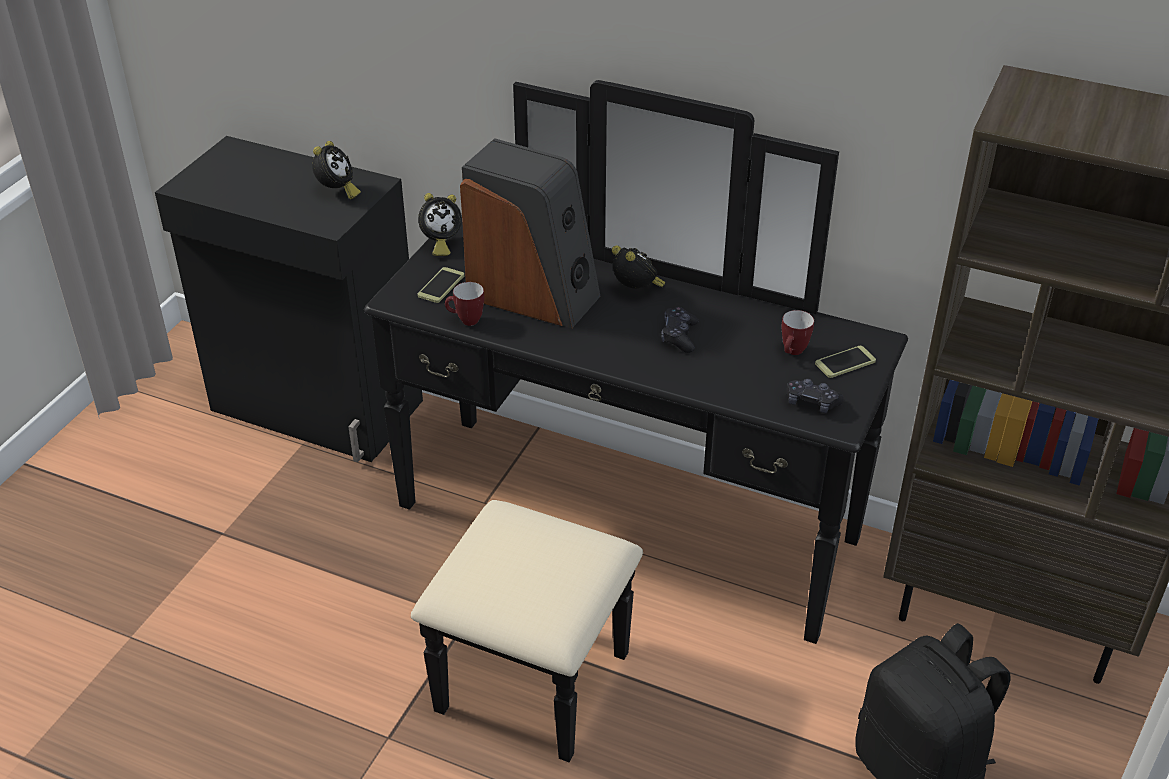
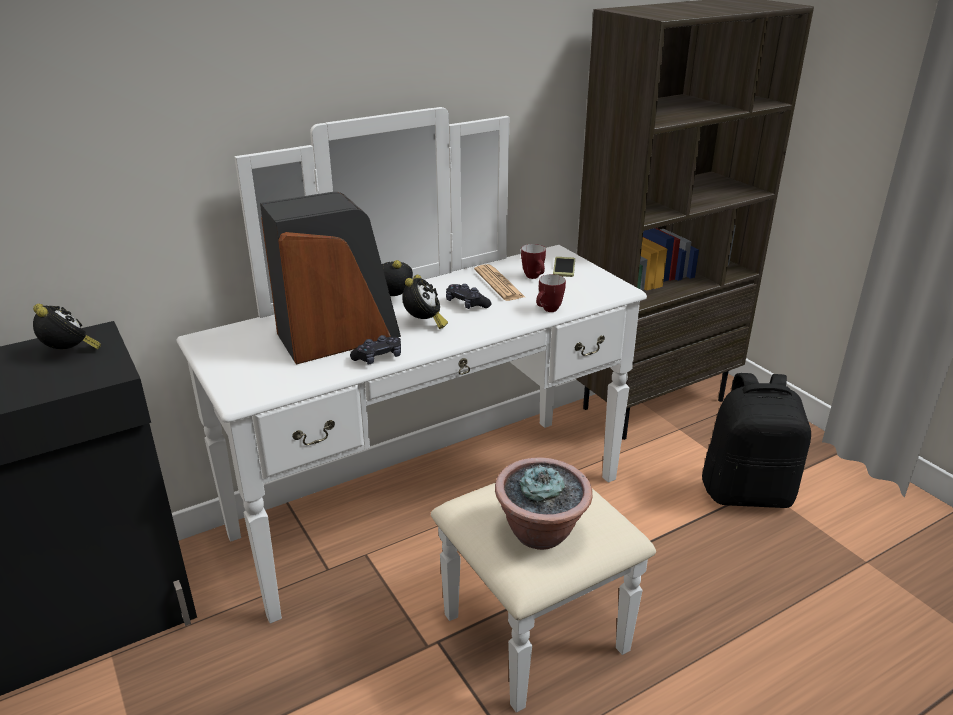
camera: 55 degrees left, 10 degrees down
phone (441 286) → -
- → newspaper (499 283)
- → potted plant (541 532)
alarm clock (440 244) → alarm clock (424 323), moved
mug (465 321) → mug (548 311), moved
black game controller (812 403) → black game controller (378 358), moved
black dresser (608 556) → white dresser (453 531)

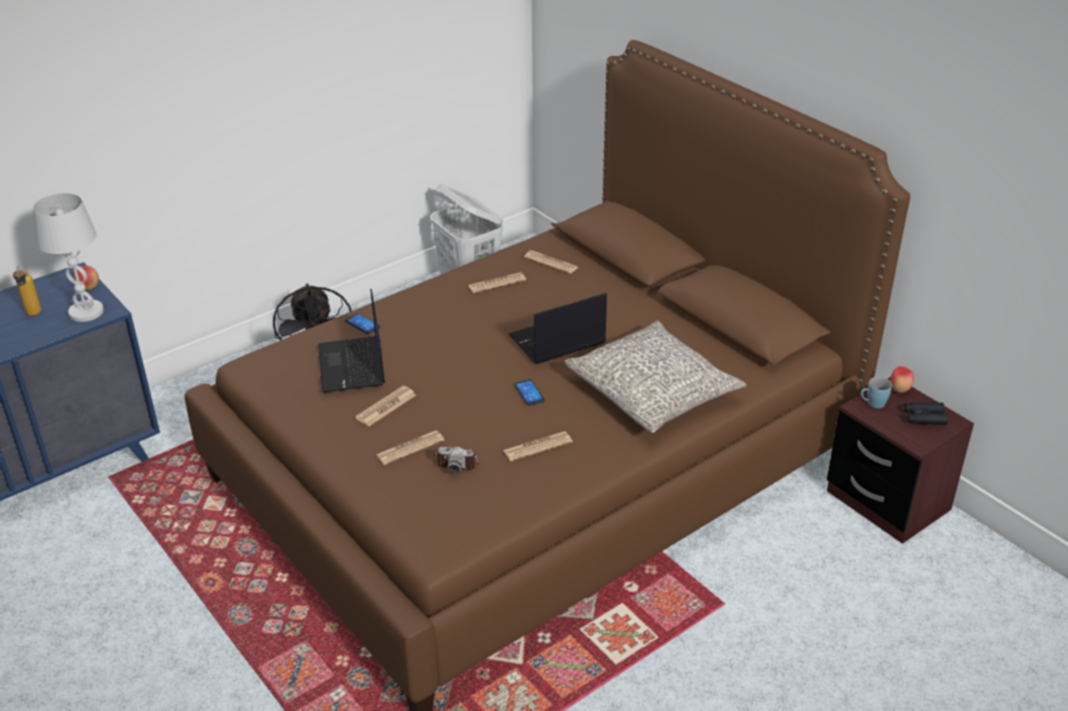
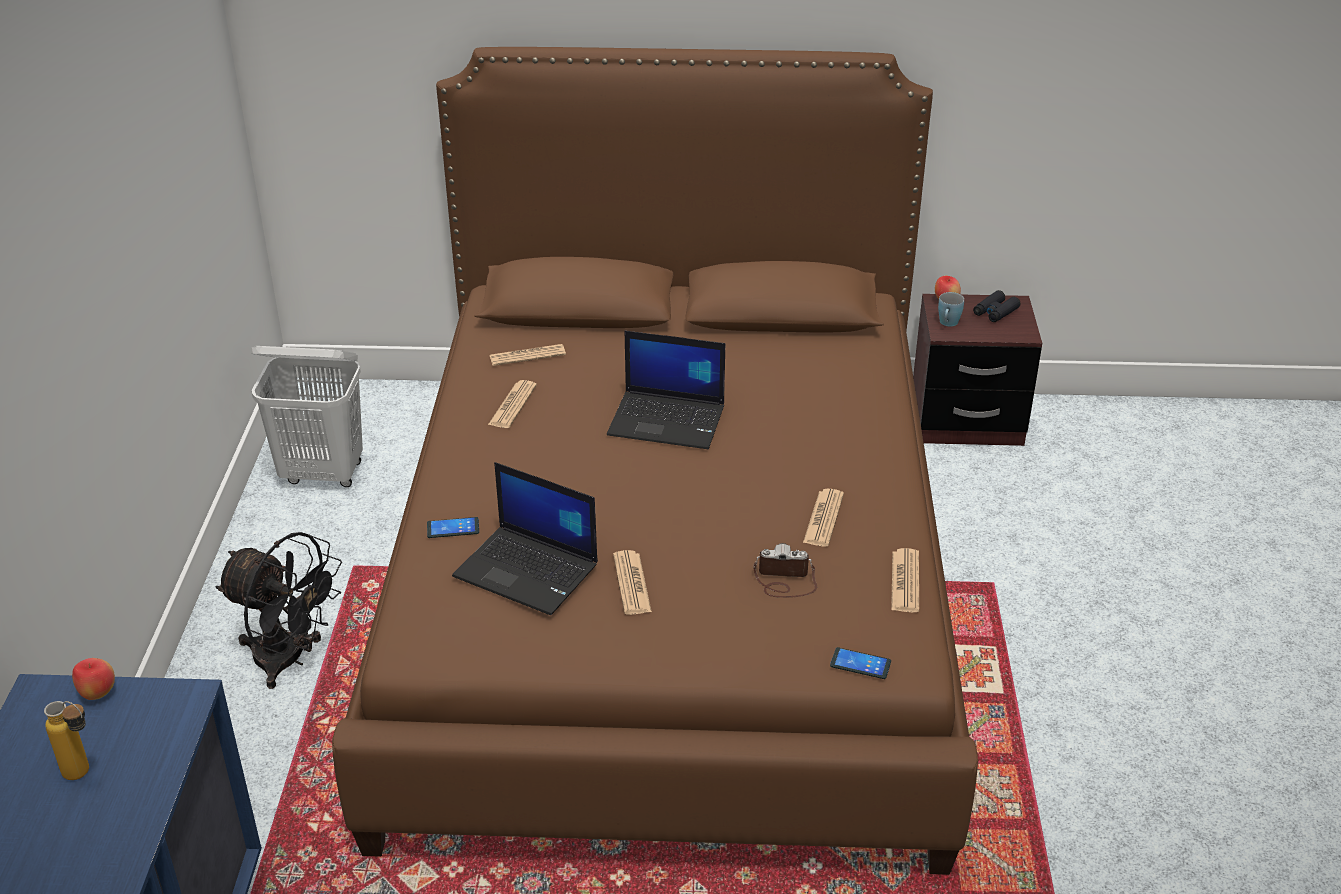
camera: 50 degrees left, 0 degrees up
white table lamp (86 312) → -
grey pillow (653 392) → -
newspaper (410 448) → newspaper (905 581), moved
phone (529 393) → phone (860 664), moved
photo camera (456 461) → photo camera (784 581), 135 degrees counterclockwise
laptop (556 340) → laptop (668 420), 90 degrees counterclockwise

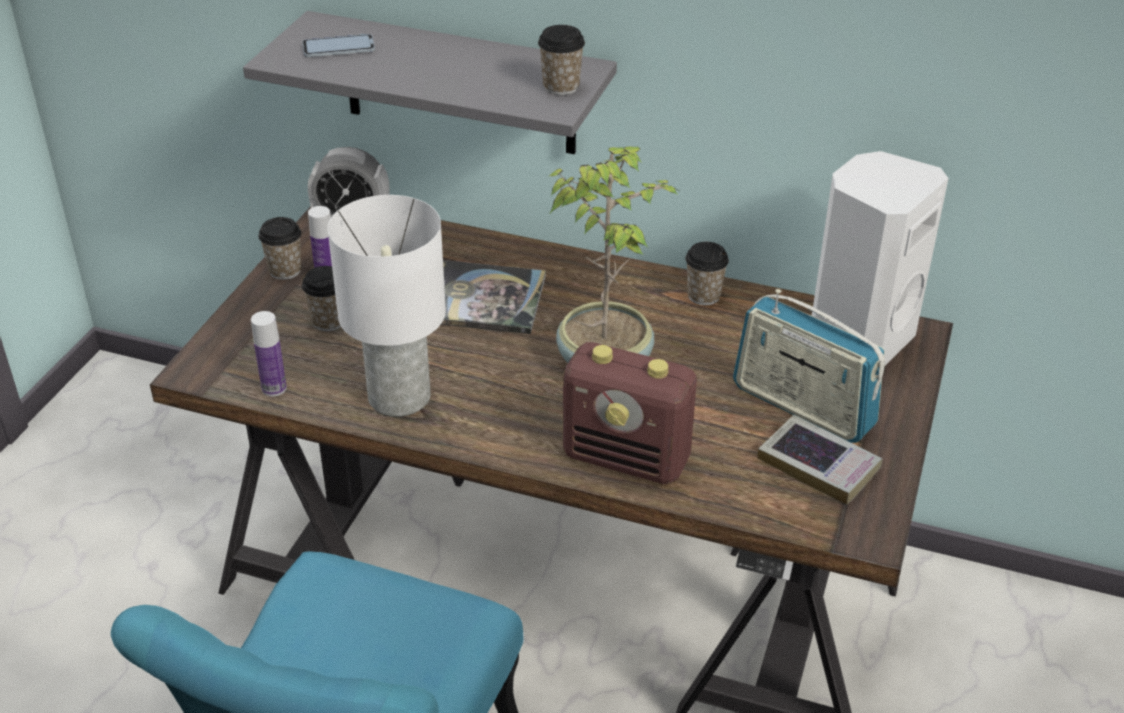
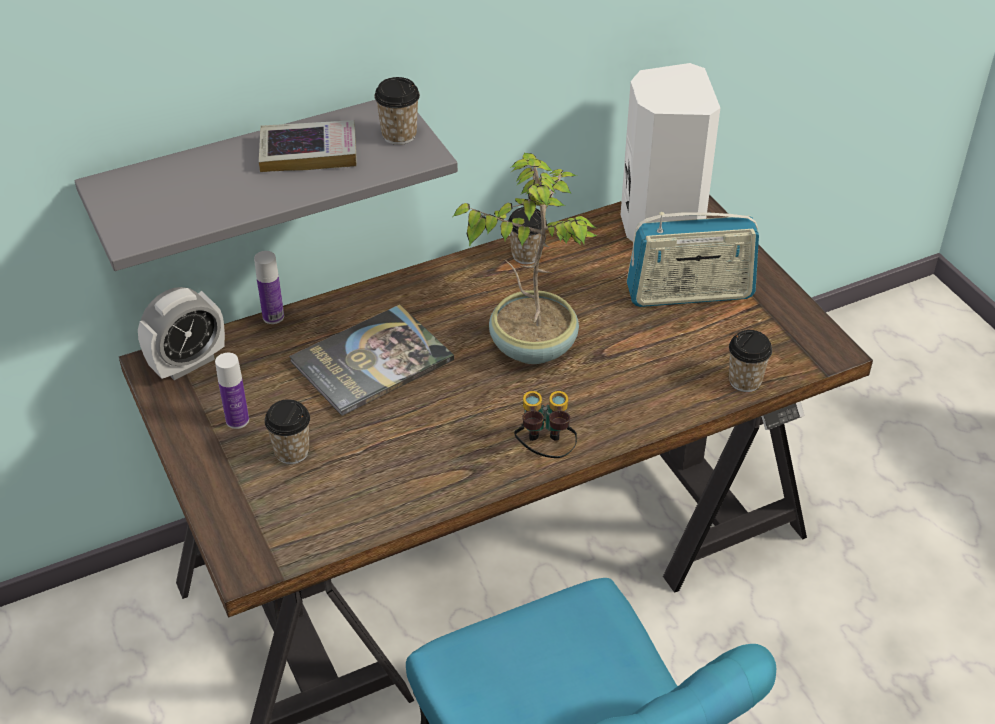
camera: 45 degrees left, 5 degrees up
phone (338 48) → -
white table lamp (397 397) → -
radio (627 459) → -
- → binoculars (544 451)
bottle (274 388) → bottle (273 317), moved
cup (285 270) → cup (745 381), moved
book (818 465) → book (309 152), moved

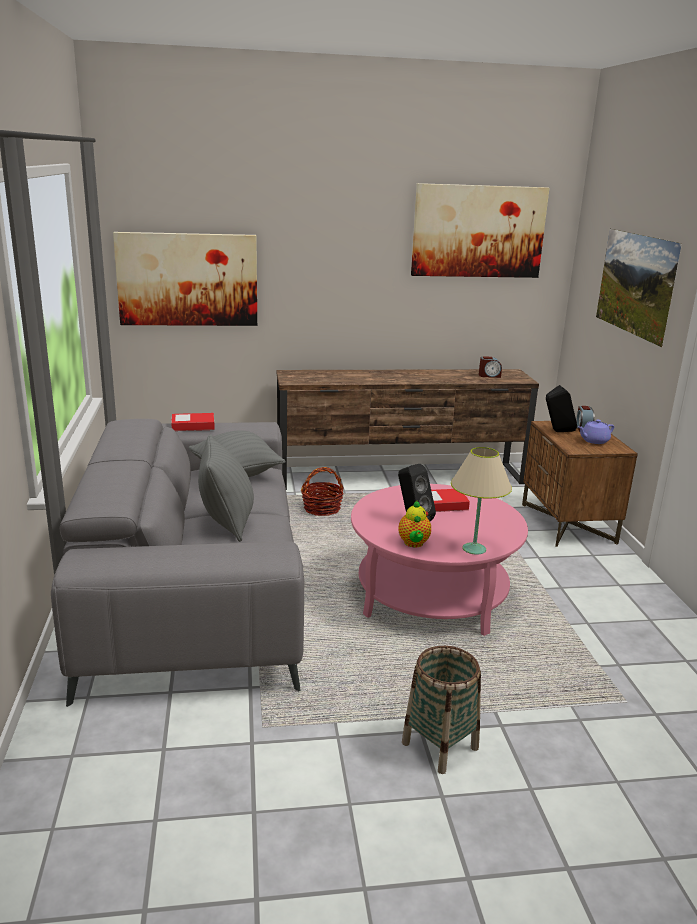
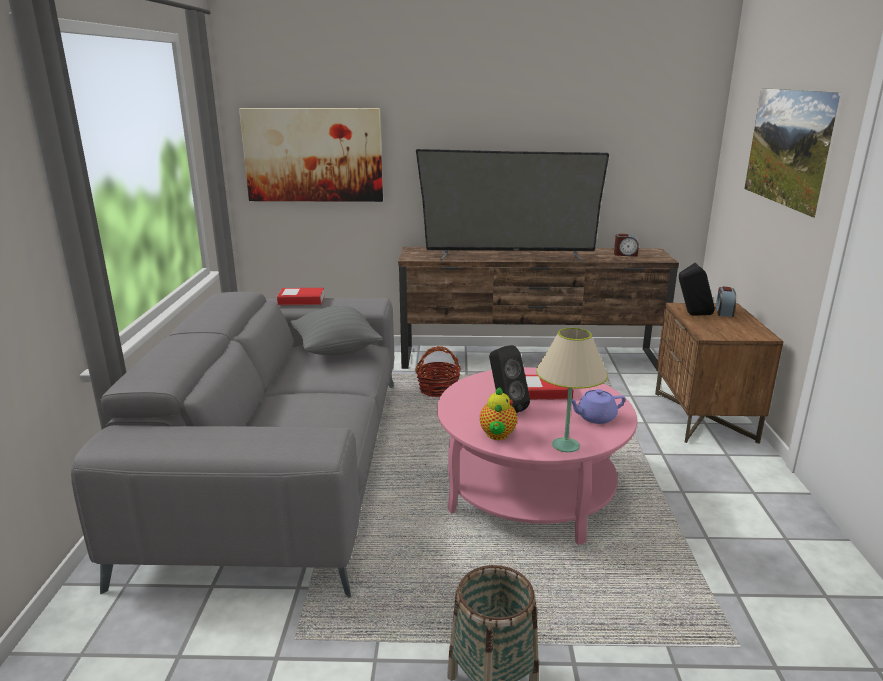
camera: 10 degrees right, 0 degrees up
grey pillow (227 522) → -
picture (478 231) → -
- → television (509 256)
purple teapot (594 441) → purple teapot (595 417), moved

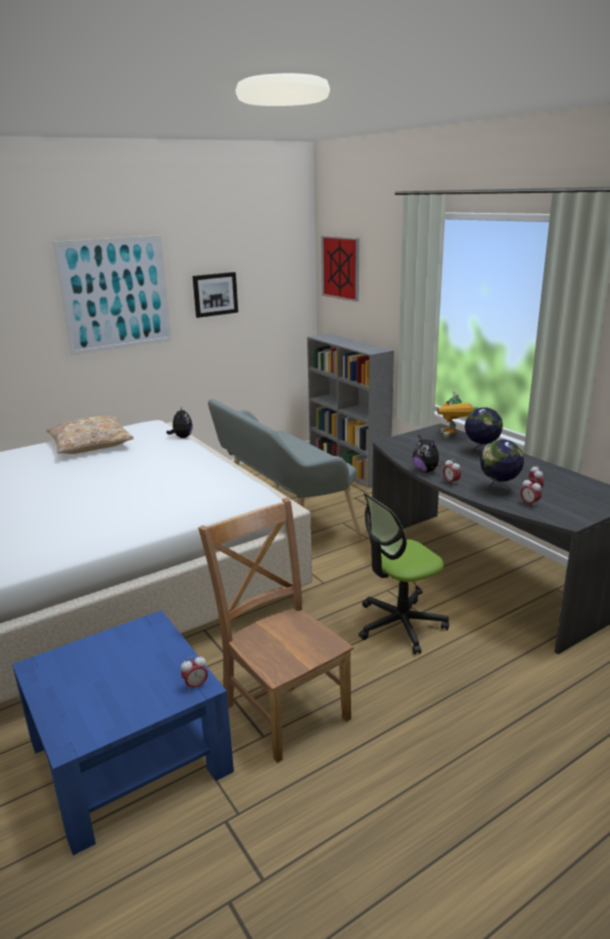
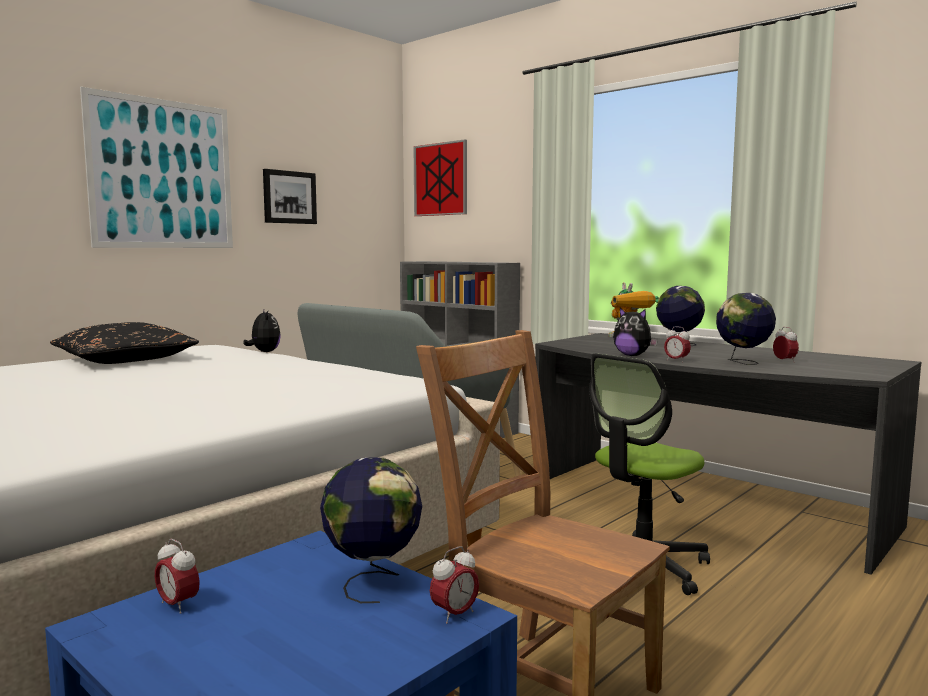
camera: 15 degrees left, 15 degrees down
- → globe (372 582)
alarm clock (529 504) → alarm clock (178 605), moved
beige pillow (90 445) → black pillow (125 359)

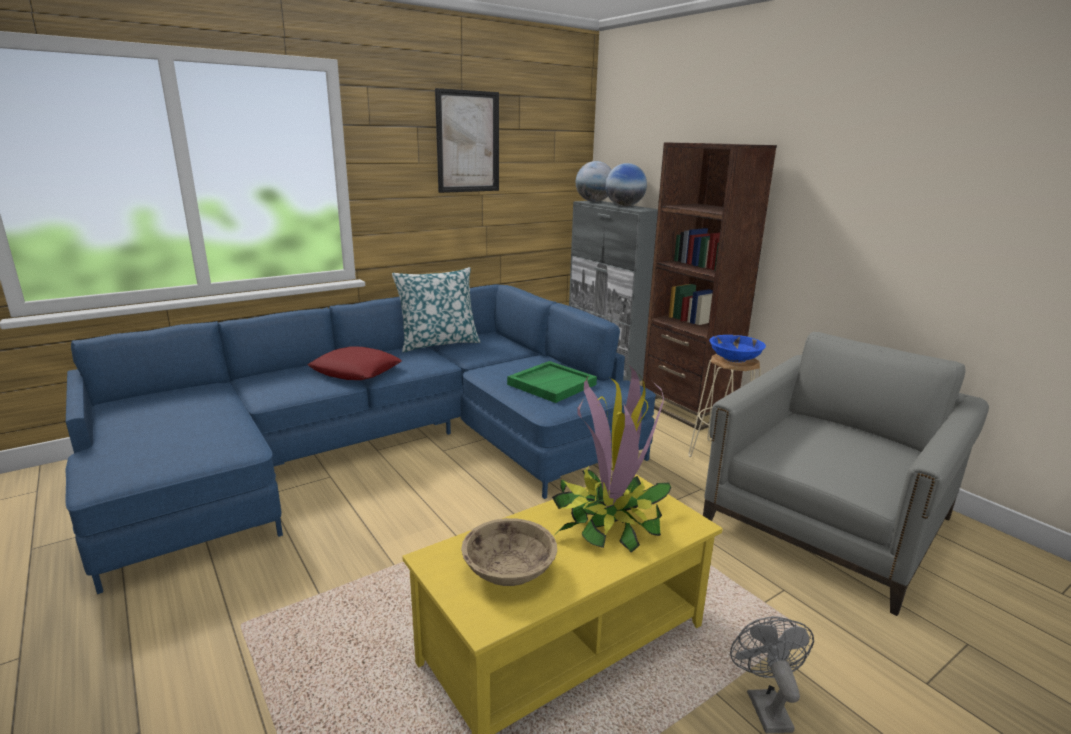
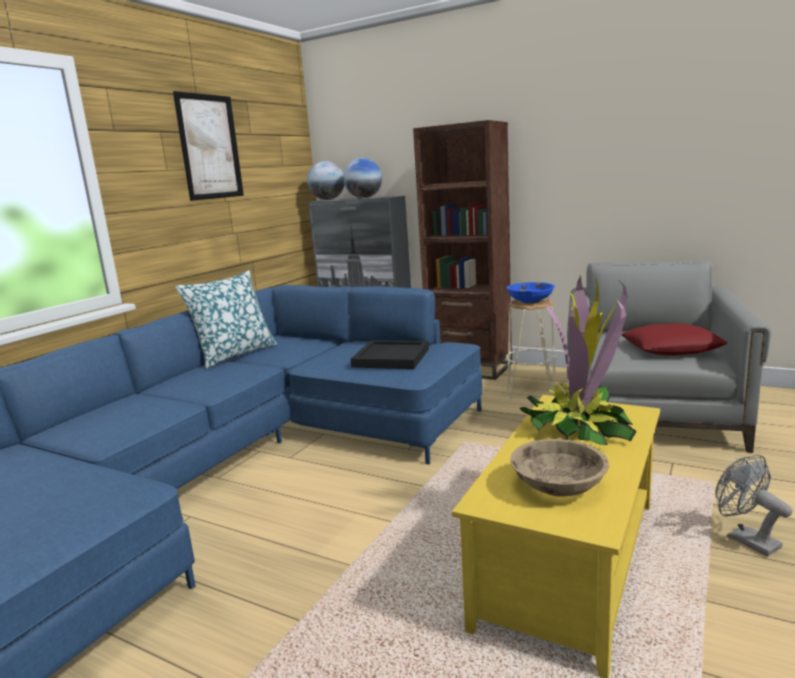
camera: 25 degrees left, 5 degrees down
red pillow (356 371) → red pillow (671 348), moved
green tray (551 384) → black tray (391 357)

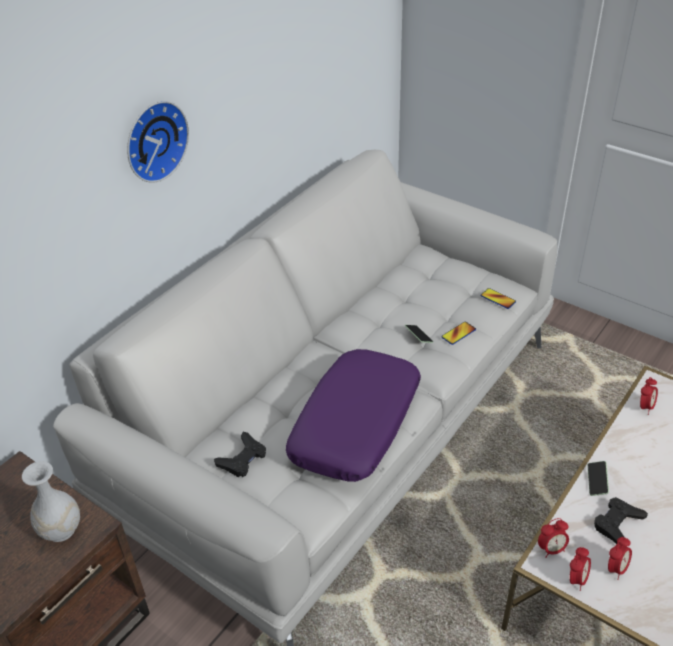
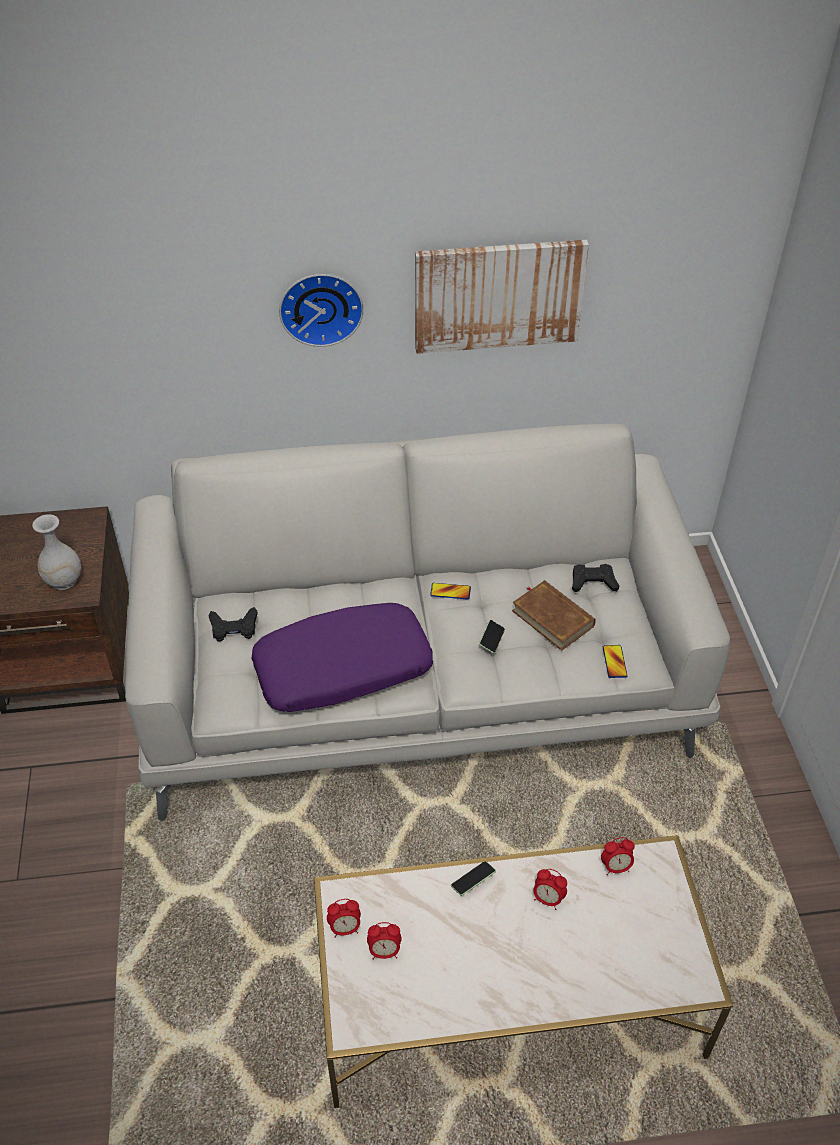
camera: 45 degrees right, 5 degrees up
- → picture (498 295)
- → brown book (552 618)
phone (458 333) → phone (450 592), moved
alarm clock (551 549) → alarm clock (548 899), moved
black game controller (617 523) → black game controller (593 582), moved

